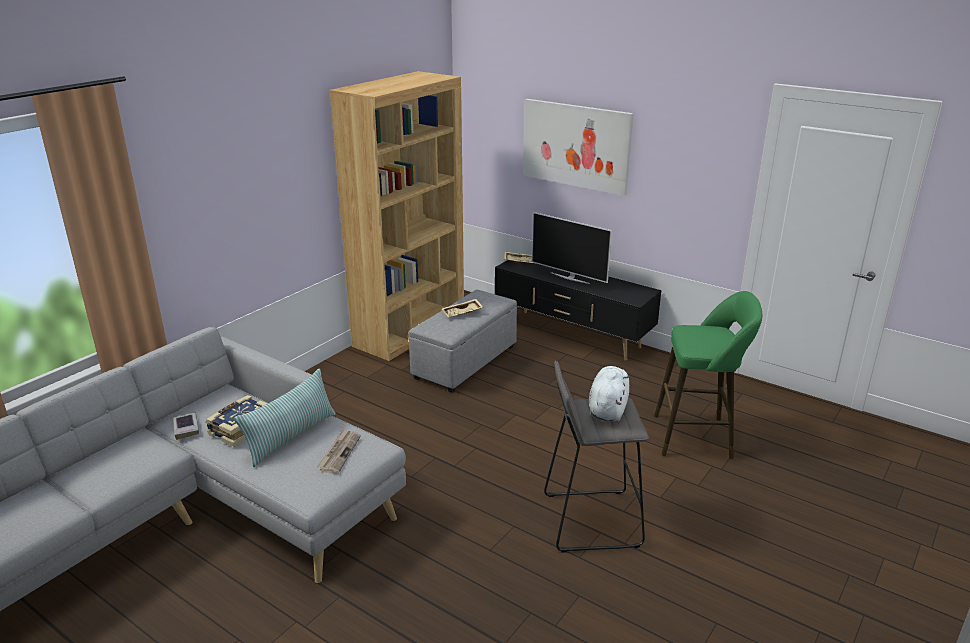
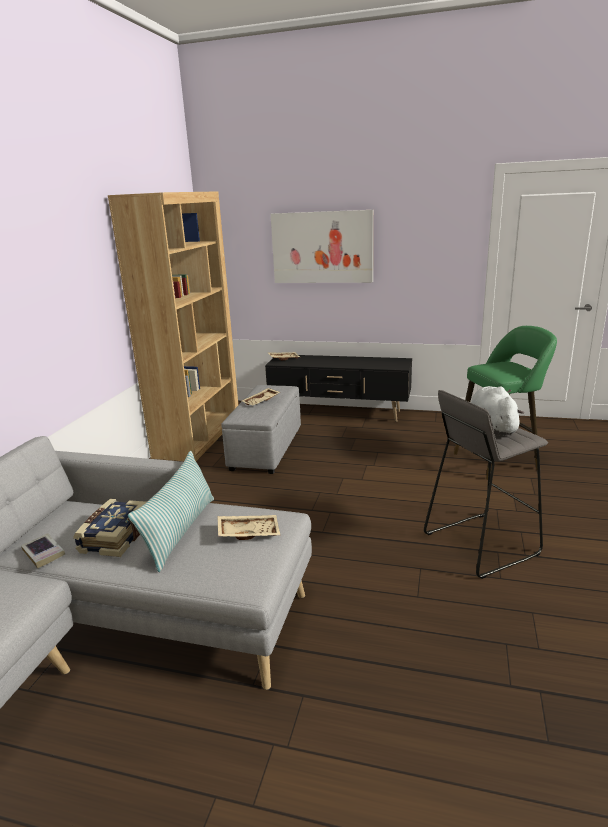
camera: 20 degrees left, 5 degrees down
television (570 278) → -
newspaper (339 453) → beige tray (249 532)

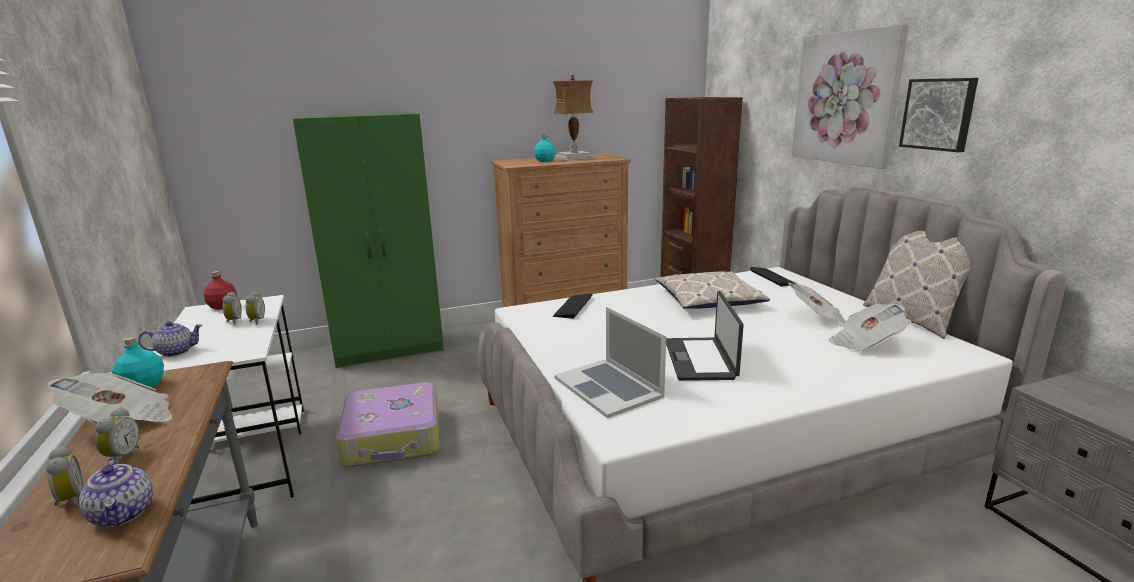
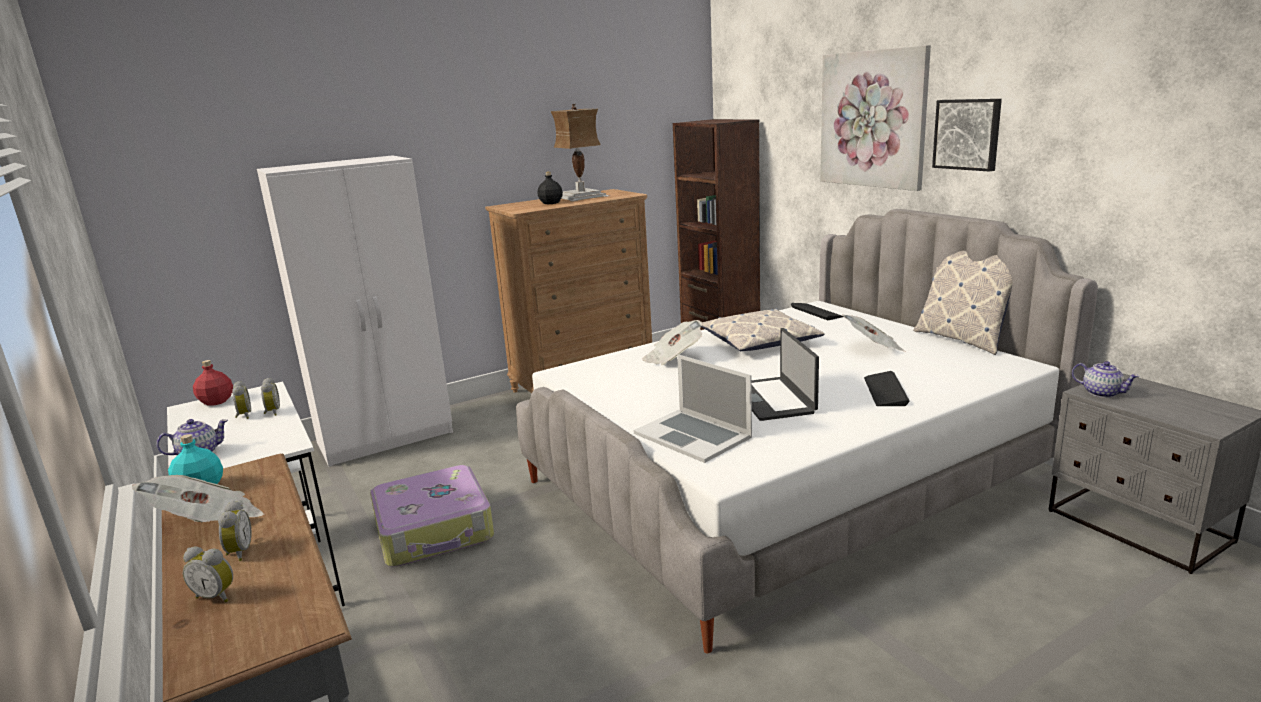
camera: 10 degrees left, 0 degrees up
teapot (124 513) → teapot (1102 393), moved
keyboard (573 307) → keyboard (885 391), moved
newspaper (864 343) → newspaper (673 358), moved
green wardrobe (390 348) → white wardrobe (387 437)
turquoise bottle (544 161) → black bottle (550 203)
alarm clock (70 501) → alarm clock (217 596), 150 degrees clockwise

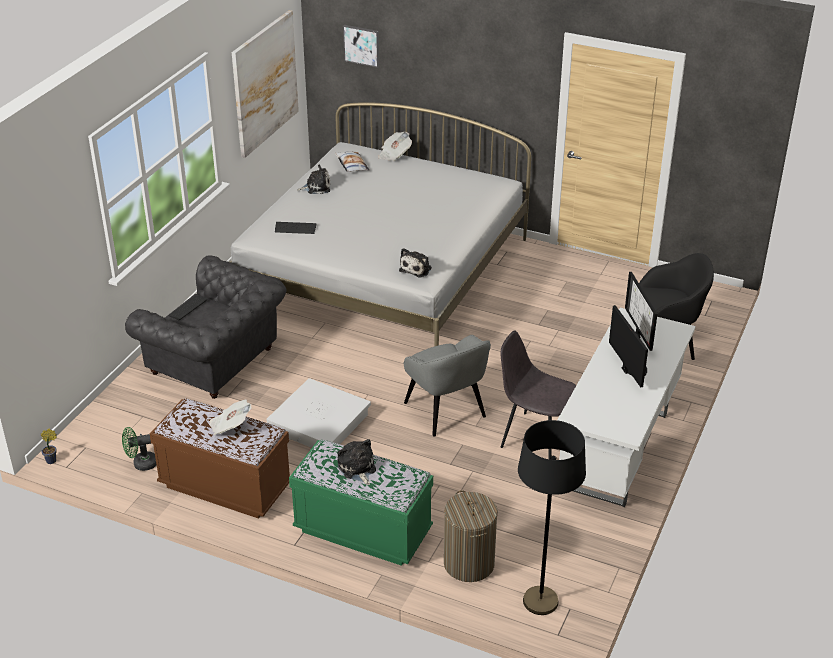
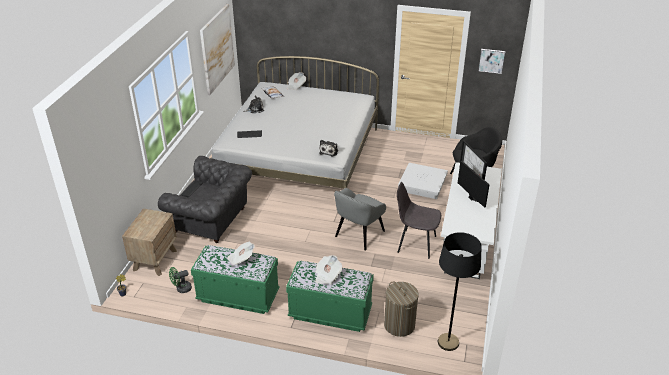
camera: 10 degrees left, 0 degrees up
- → brown nightstand (155 260)
white storage box (319 422) → white storage box (422 184), moved
picture (362 45) → picture (491 60), moved
plush toy (357 469) → newspaper (327 276)
brown bench (225 486) → green bench (238 296)
grey armchair (445 411) → grey armchair (359 234), 75 degrees clockwise

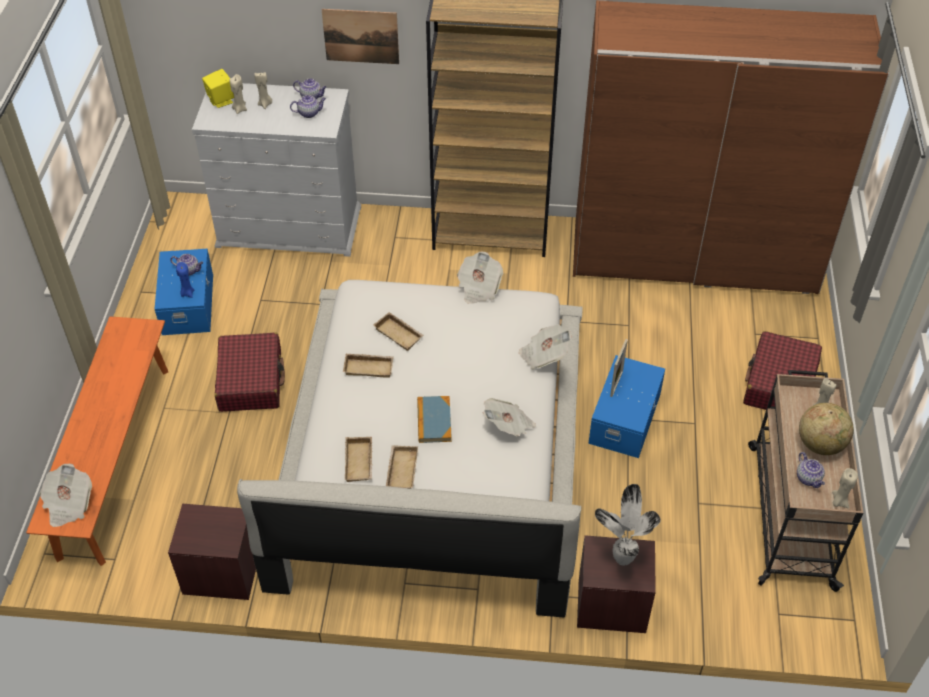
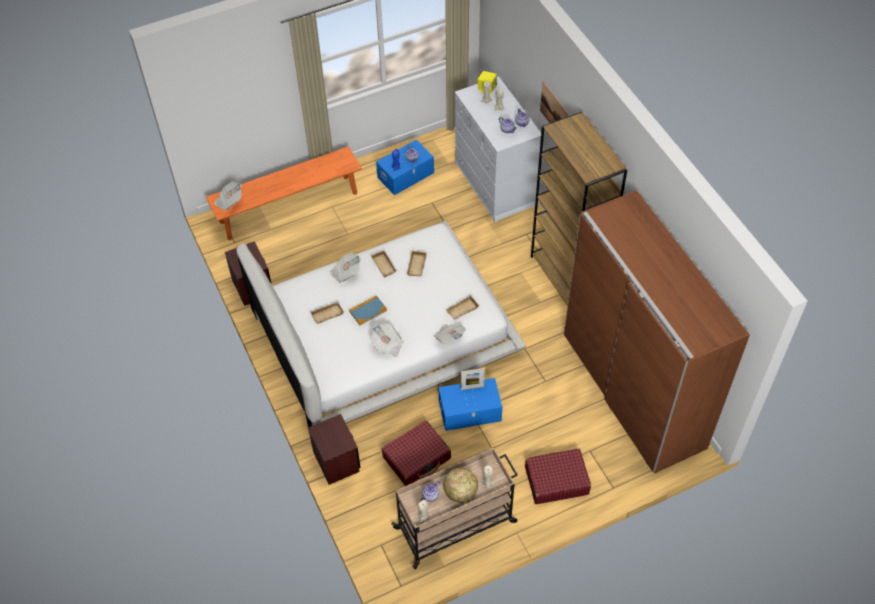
camera: 60 degrees right, 5 degrees up
potted plant (621 559) → -
red suitcase (251 380) → red suitcase (417 458), moved
beige tray (360 462) → beige tray (462 310), moved
newspaper (478 288) → newspaper (345 273), moved

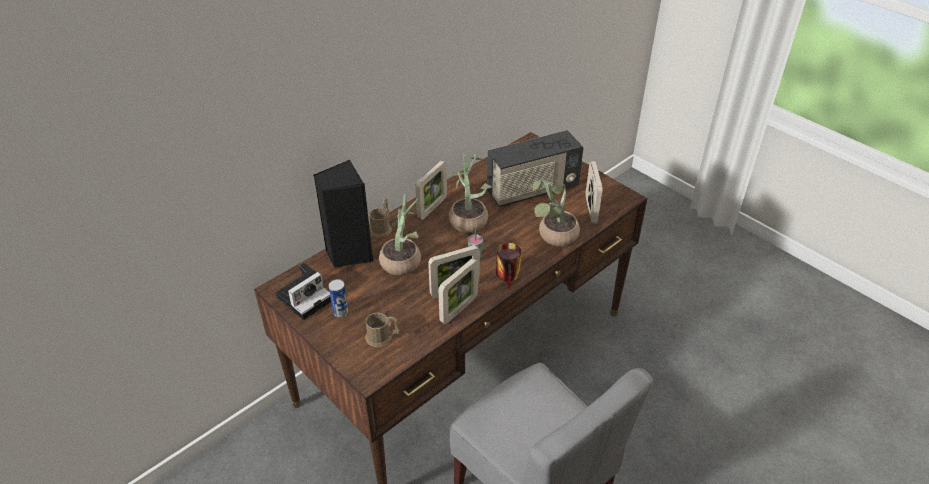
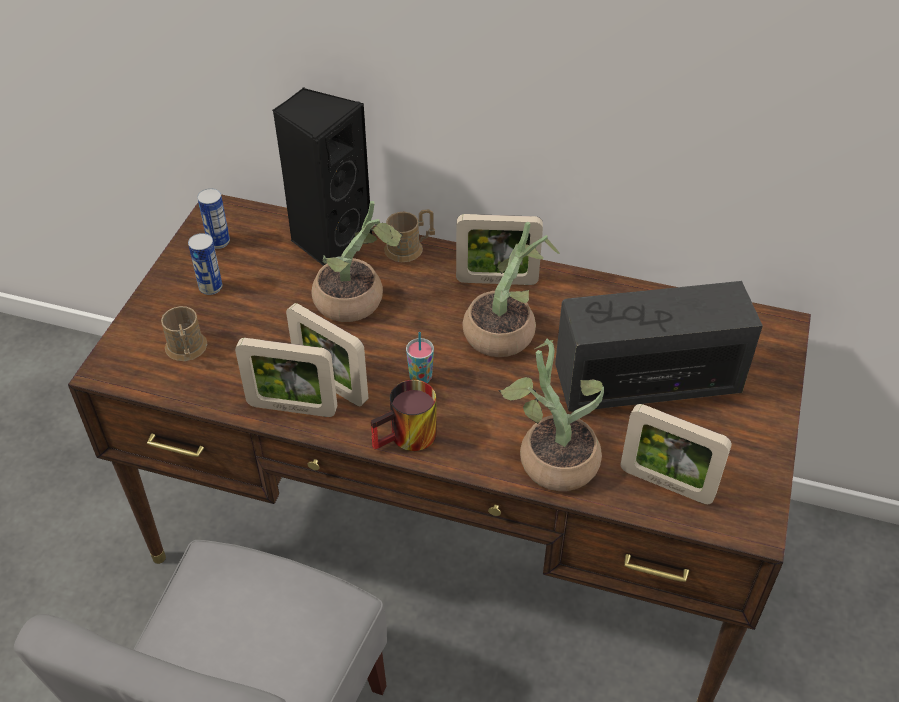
camera: 60 degrees right, 5 degrees up
photo camera (305 297) → can (218 242)
radio (532 190) → radio (647 381), 135 degrees clockwise
picture frame (591 210) → picture frame (666 484), 60 degrees clockwise

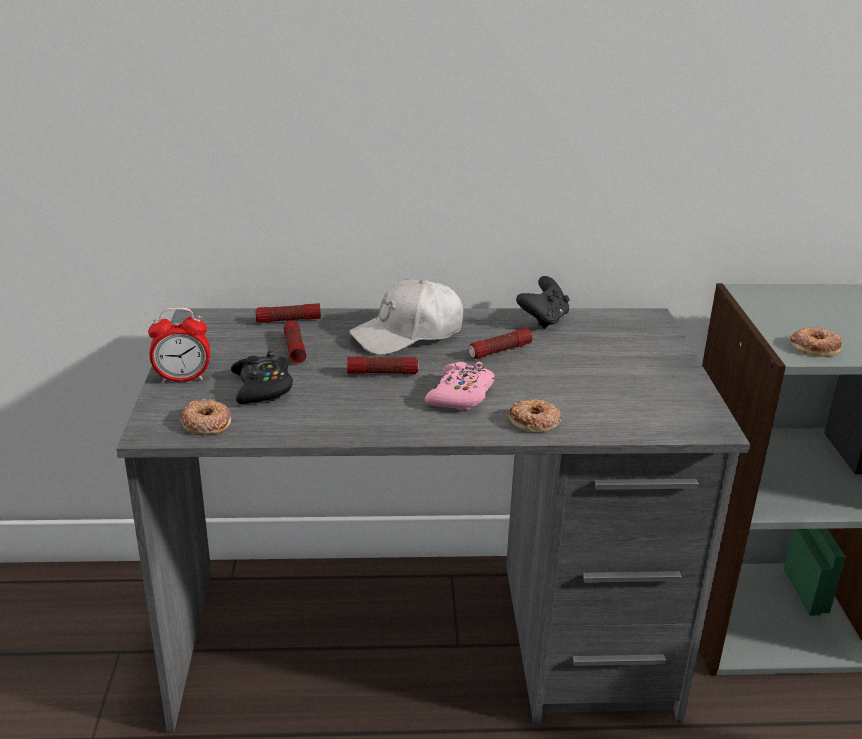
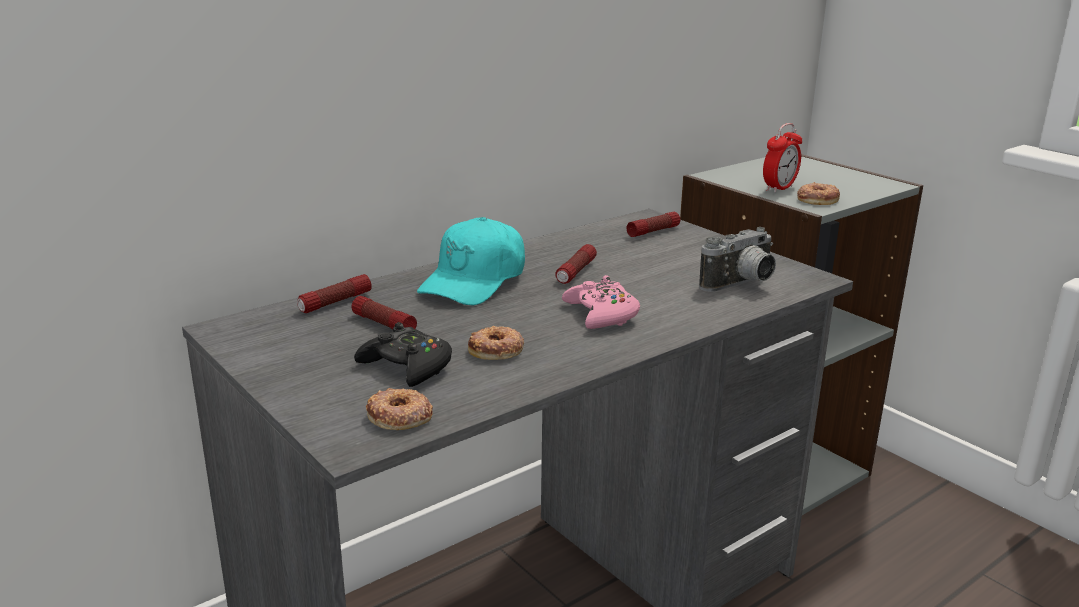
camera: 35 degrees left, 5 degrees down
black game controller (544 320) → -
- → photo camera (742 285)
alarm clock (183 378) → alarm clock (779 188), moved
flashlight (382 373) → flashlight (653 231), moved
donut (534 421) → donut (496 350), moved
white cap (408 334) → turquoise cap (475 281)

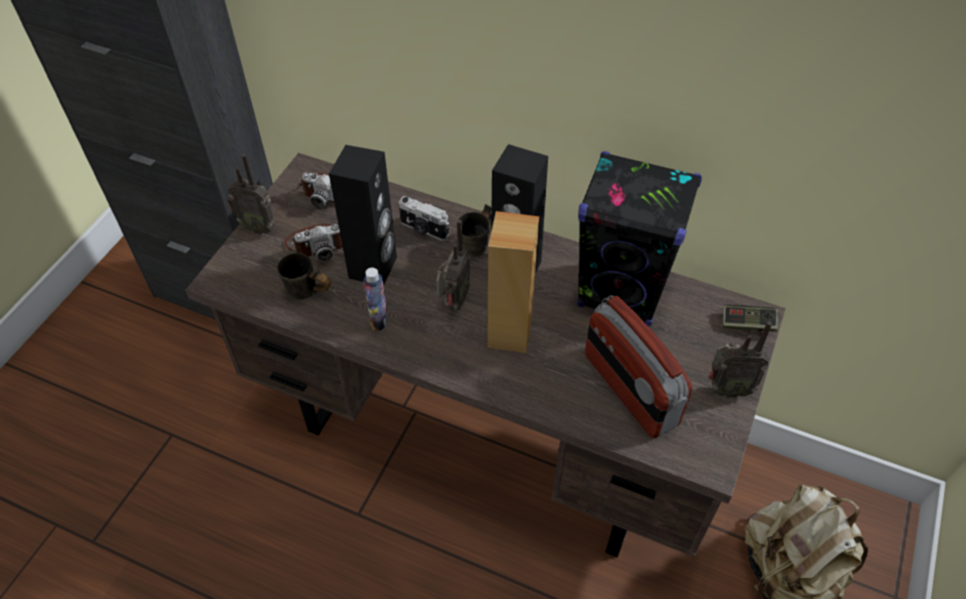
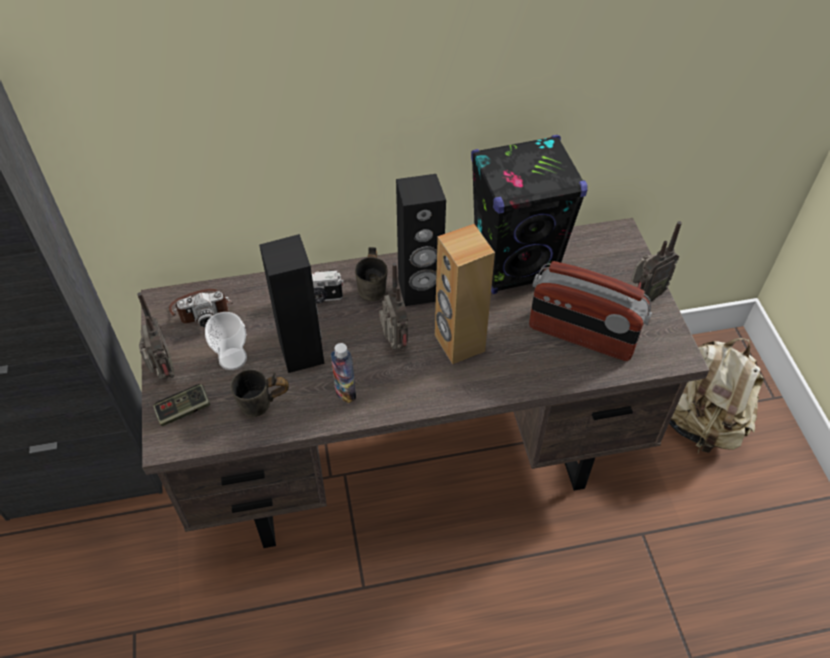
camera: 35 degrees left, 0 degrees up
game controller (747 324) → game controller (184 410), moved
photo camera (317 243) → cup (233 359)
radio (259 226) → radio (163 373), 90 degrees counterclockwise

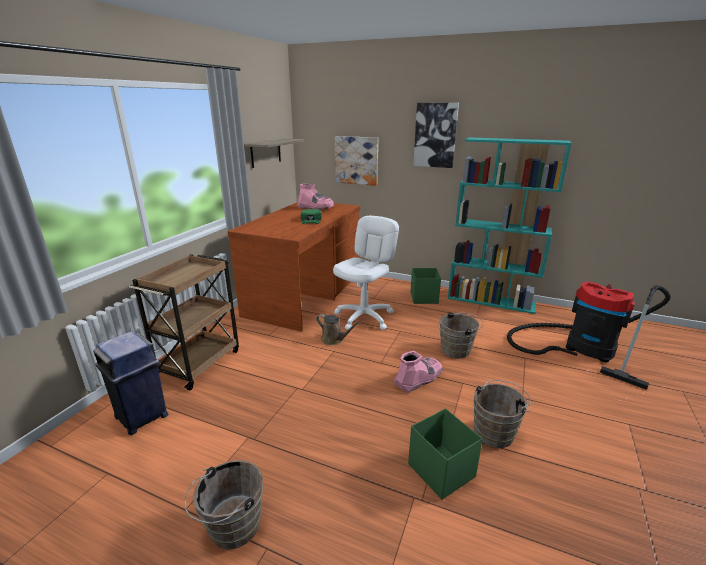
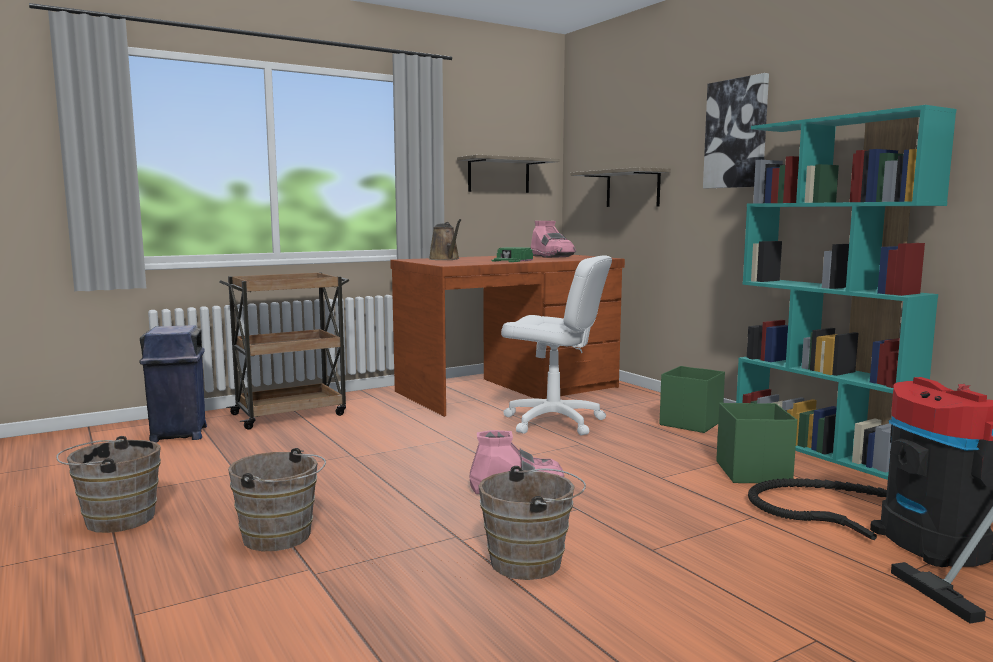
camera: 35 degrees right, 15 degrees down
brown watering can (334 339) → brown watering can (445 259), moved
green storage box (441 470) → green storage box (753 472), moved
brown bucket (458 350) → brown bucket (281 537), moved
picture (356 160) → shelf (632 188)
white office chair (364 317) → white office chair (553 422), 45 degrees clockwise

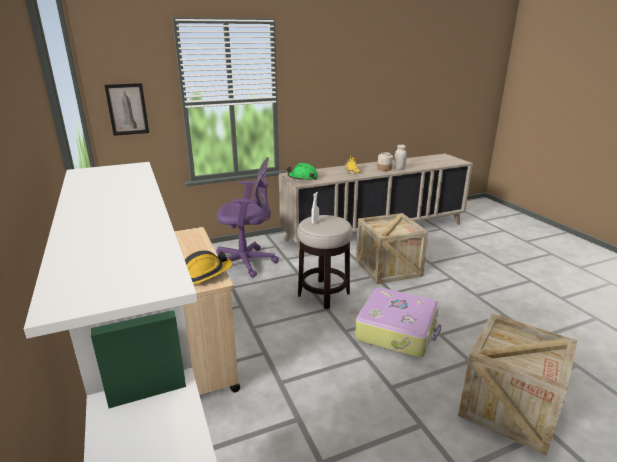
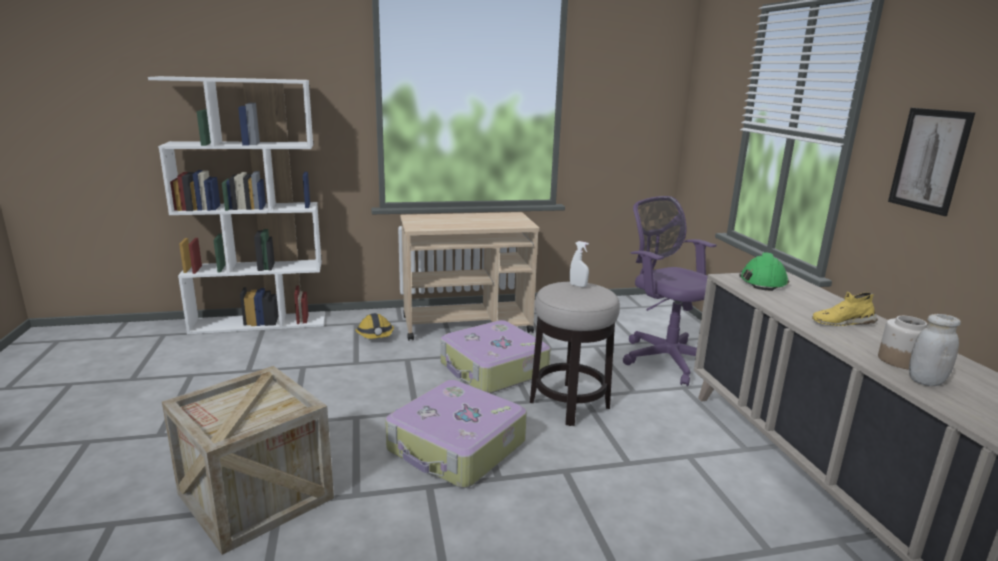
camera: 100 degrees right, 5 degrees down
crate (388 268) → -
- → suitcase (493 369)
picture (127 109) → picture (929 160), moved
hard hat (204 274) → hard hat (375 335), moved
purple office chair (247 262) → purple office chair (665 358), 135 degrees clockwise

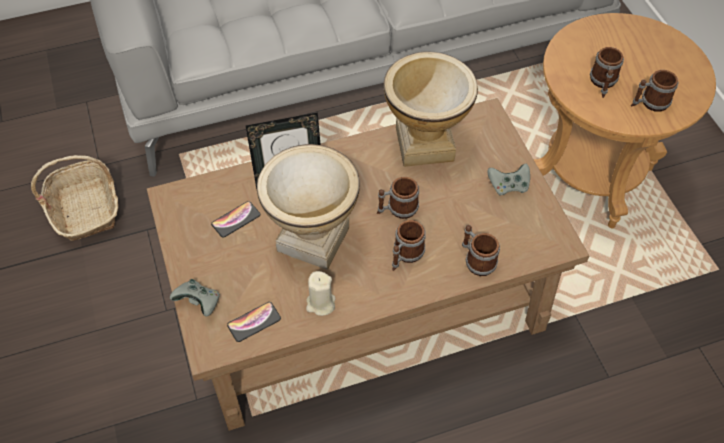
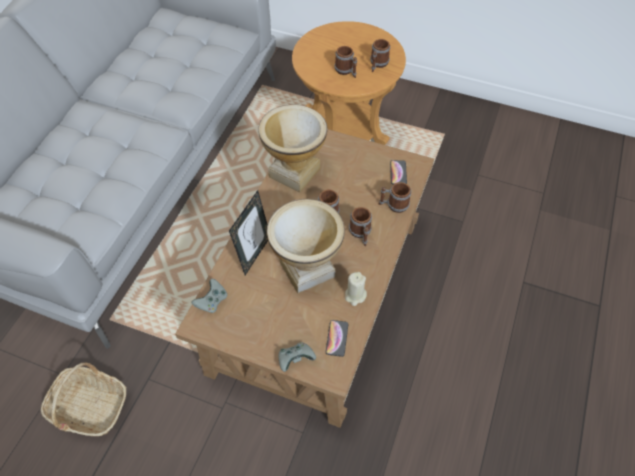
camera: 50 degrees left, 0 degrees up
phone (236 220) → phone (398 173), moved
grey game controller (508 186) → grey game controller (212 301), moved

